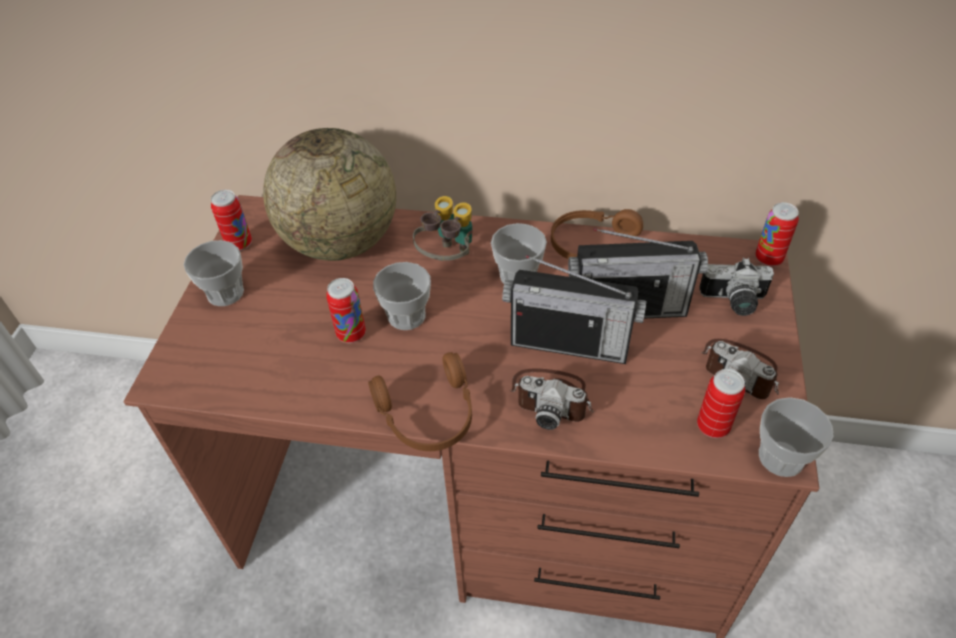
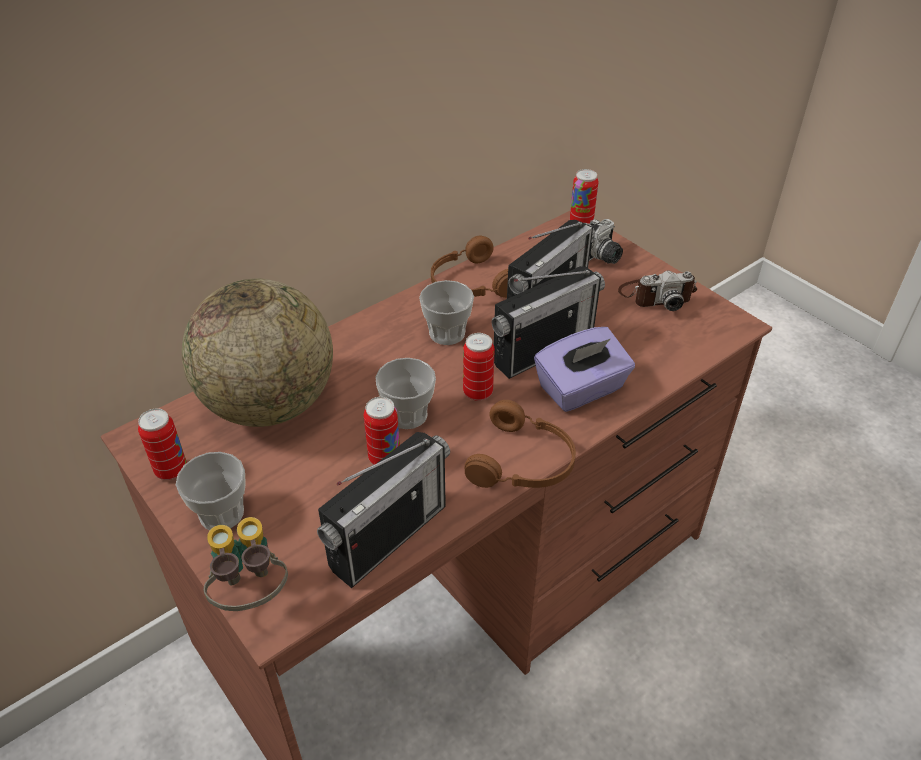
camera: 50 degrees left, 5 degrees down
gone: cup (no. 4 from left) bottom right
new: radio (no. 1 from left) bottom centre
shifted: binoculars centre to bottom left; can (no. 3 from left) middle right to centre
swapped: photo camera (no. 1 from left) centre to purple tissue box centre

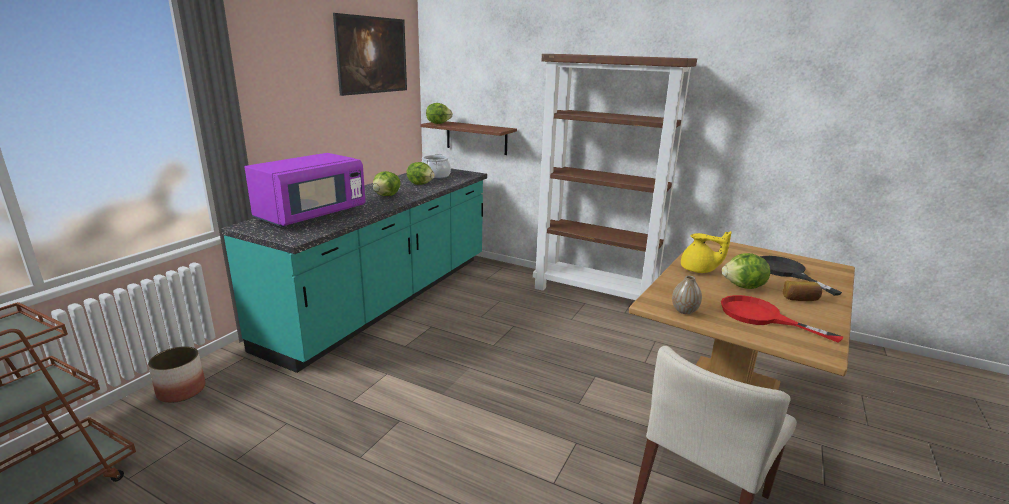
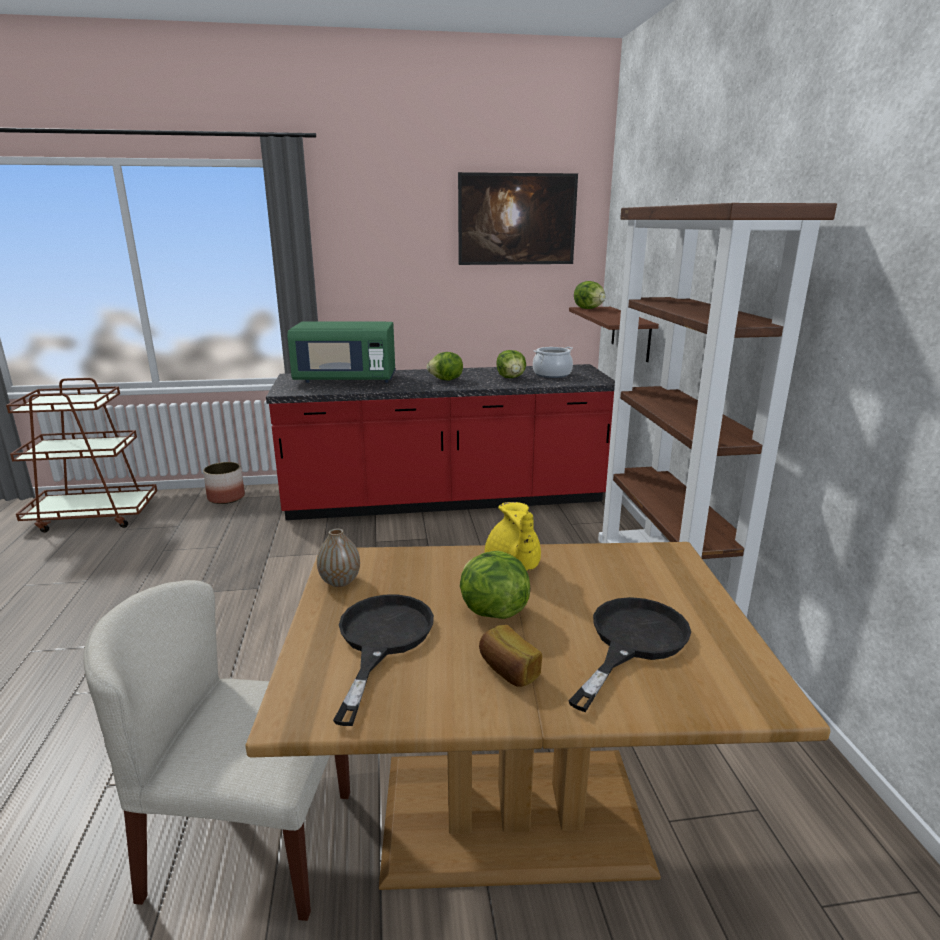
camera: 55 degrees right, 0 degrees up
repainted: turquoise counter centre to red counter centre; purple microwave middle left to green microwave centre; red frying pan middle right to black frying pan (no. 1 from left) bottom centre

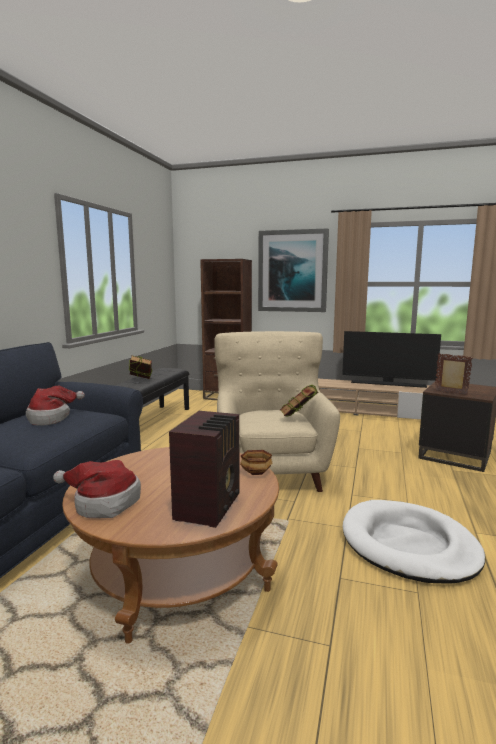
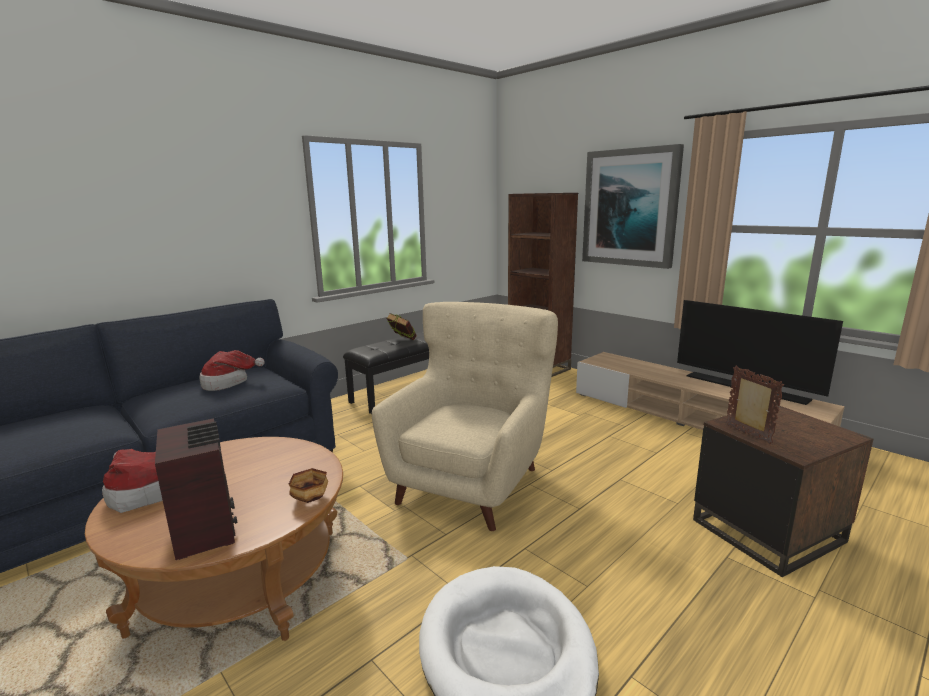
camera: 30 degrees right, 5 degrees up
gone: book (no. 2 from left) centre
rotated: radio centre = bottom left 75 degrees counterclockwise

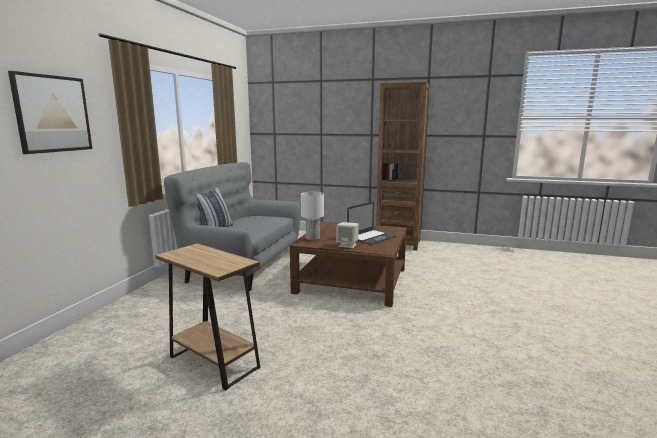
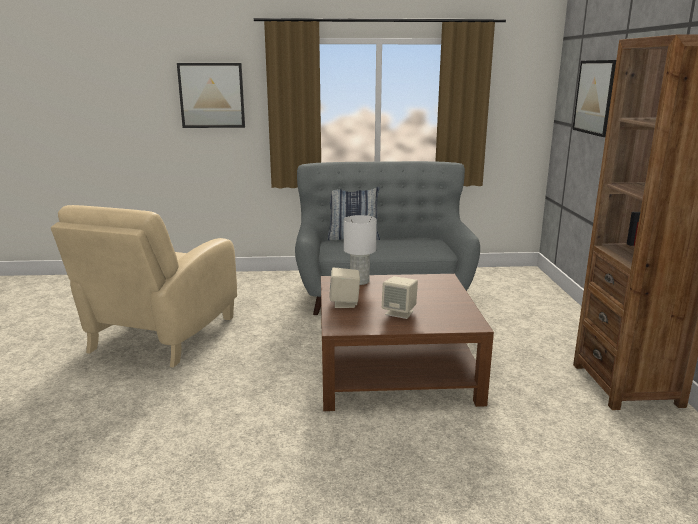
camera: 70 degrees right, 5 degrees up
new: picture (no. 2 from left) top right
swapped: brown side table bottom left to beige armchair middle left; laptop centre to beige speaker (no. 2 from left) centre

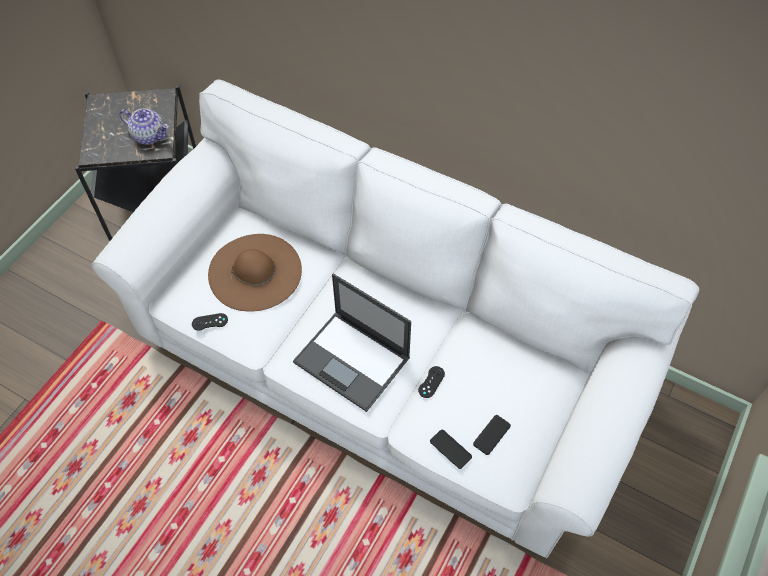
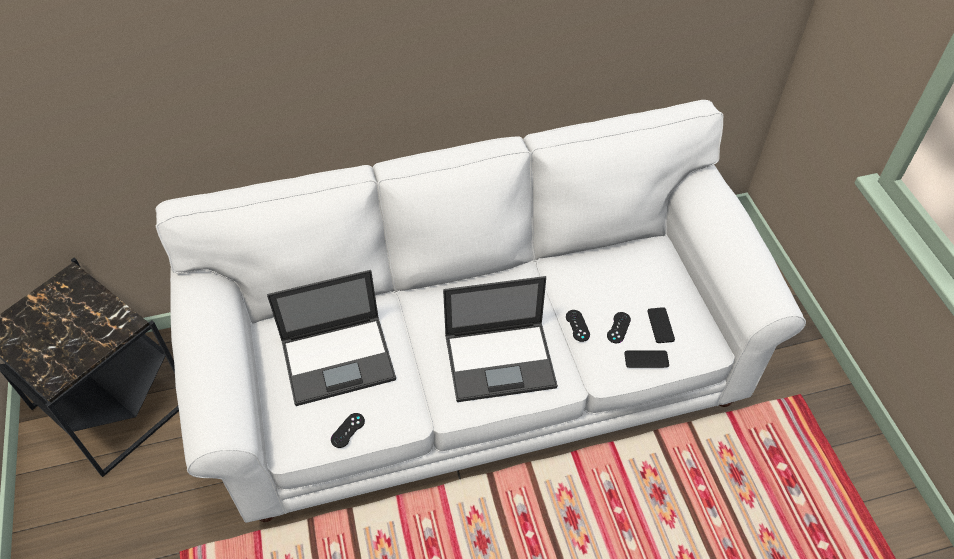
camera: 45 degrees left, 5 degrees down
gone: teapot top left
new: black game controller (no. 3 from left) centre
swapped: brown hat middle left to laptop (no. 1 from left) centre

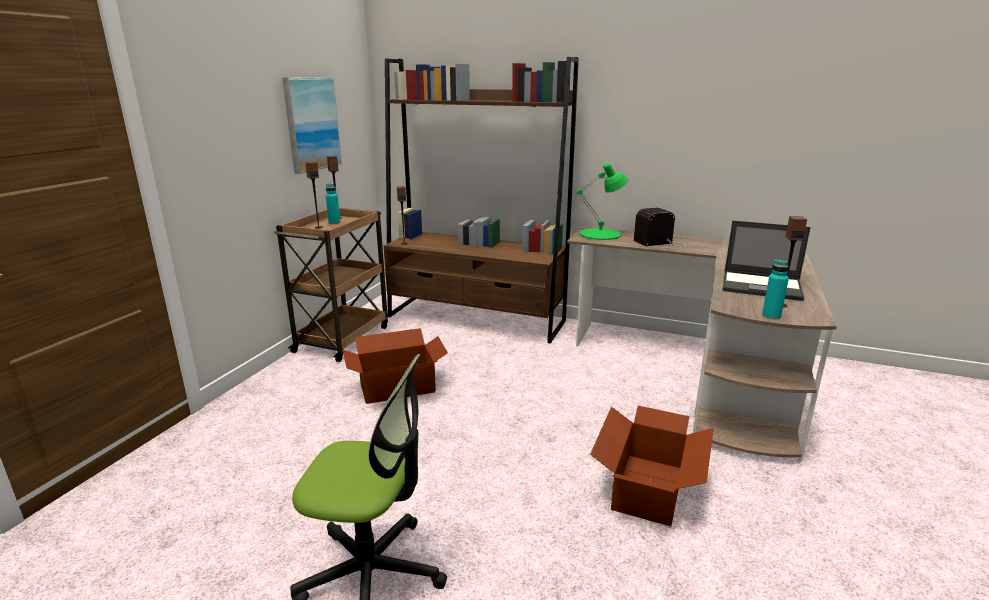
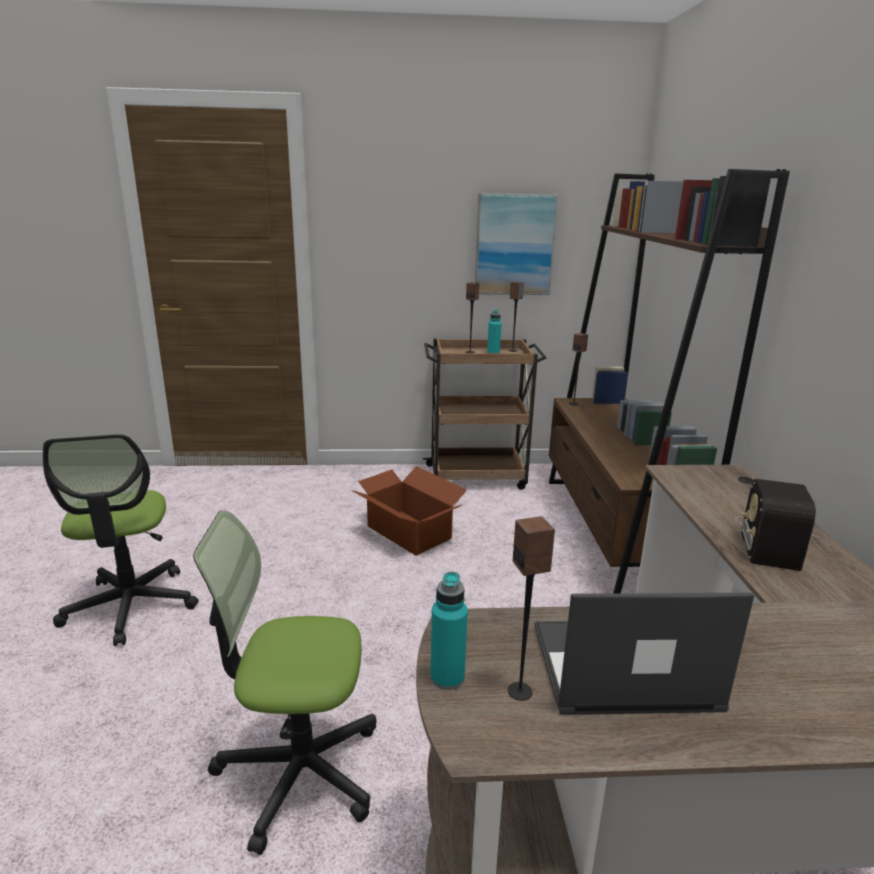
camera: 65 degrees right, 0 degrees up
gone: green table lamp centre
swapped: cardboard box (no. 2 from left) bottom centre to office chair (no. 2 from left) bottom left
rotated: laptop middle right = bottom right 90 degrees clockwise; radio middle right = middle right 120 degrees counterclockwise

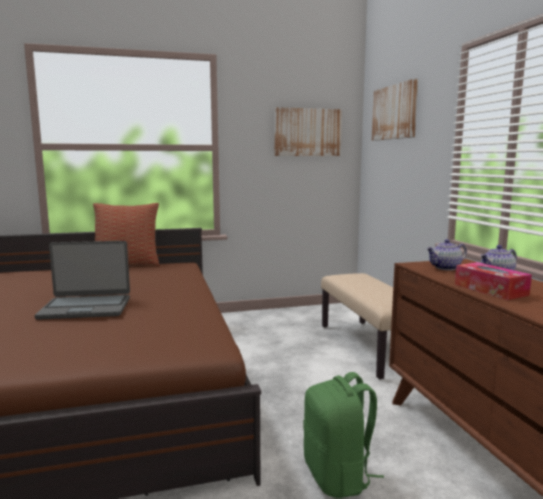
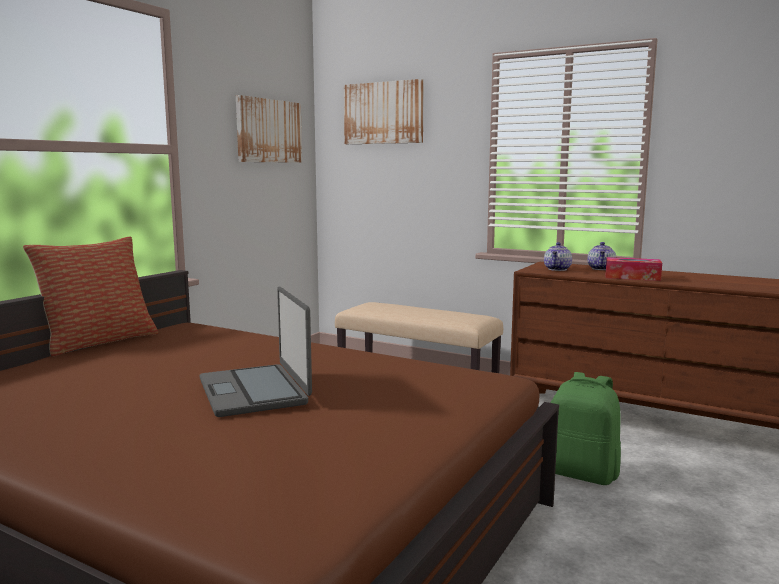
camera: 45 degrees left, 0 degrees up
rotated: laptop middle left = middle left 120 degrees clockwise

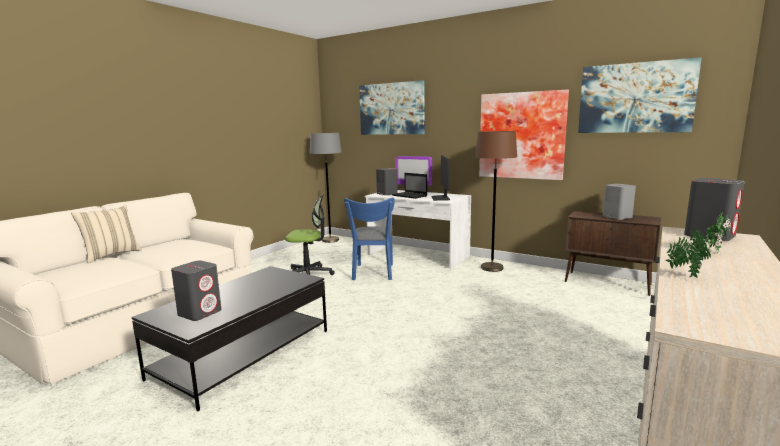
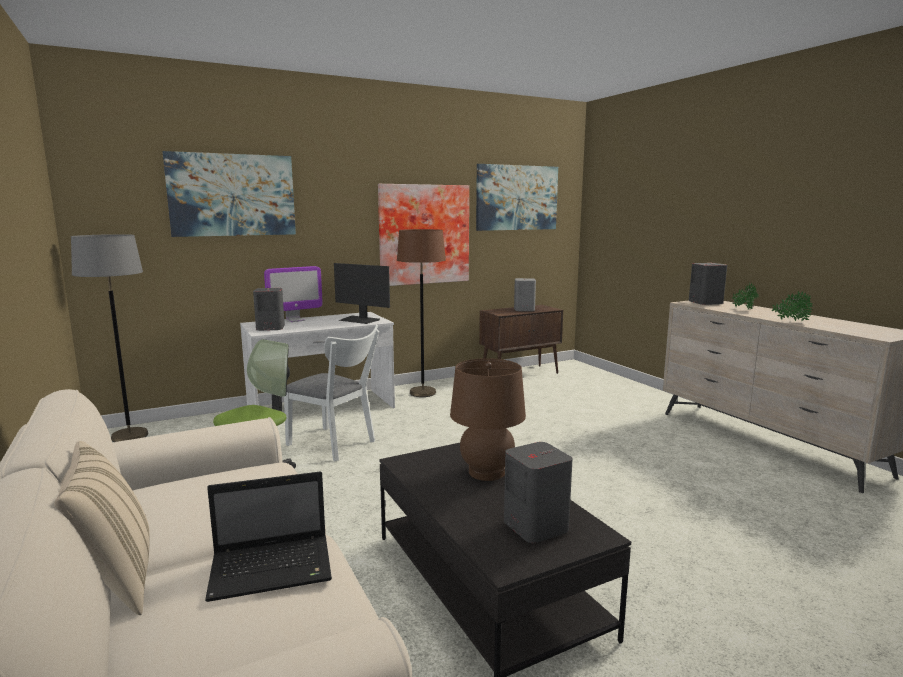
camera: 60 degrees left, 0 degrees up
new: brown table lamp centre
shifted: laptop centre to bottom left
repainted: blue chair centre to white chair centre

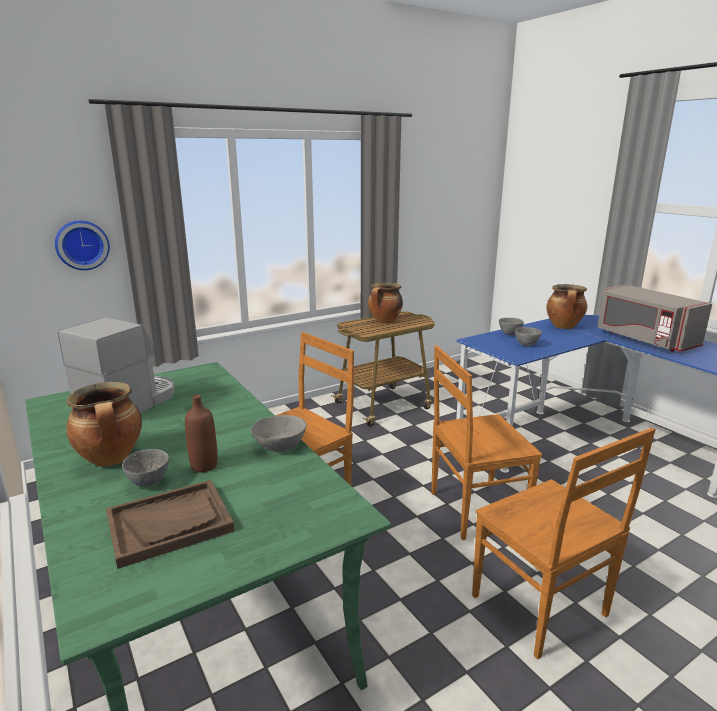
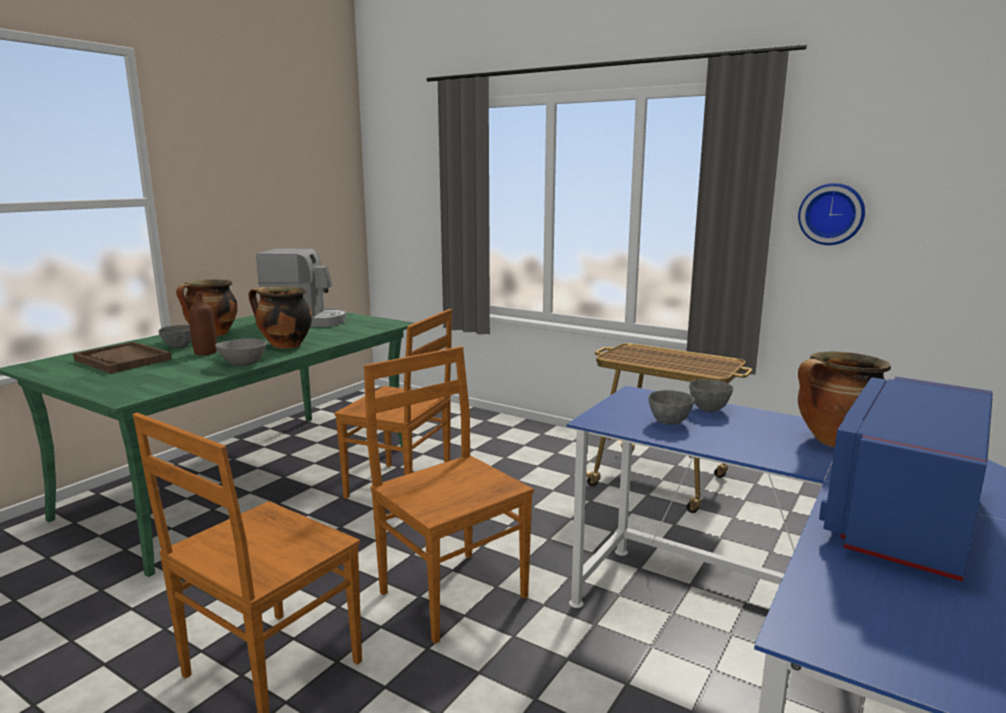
camera: 65 degrees right, 5 degrees down
shifted: cooking pot (no. 2 from left) centre to middle left; wall clock middle left to top right
repainted: grey microwave middle right to blue microwave bottom right

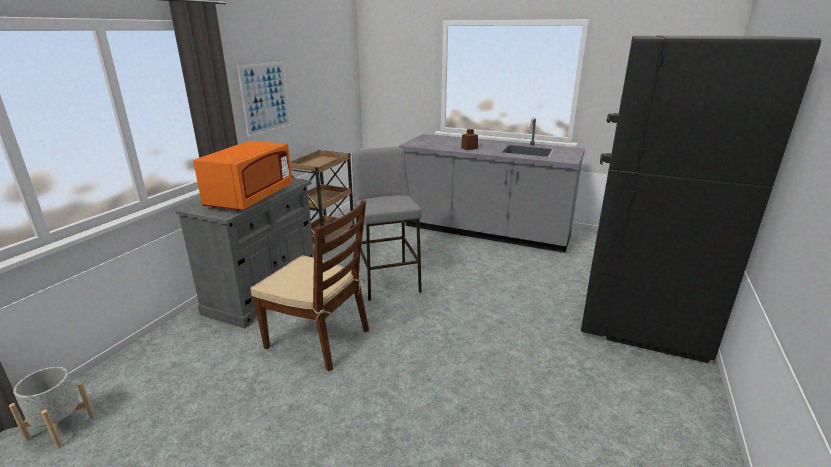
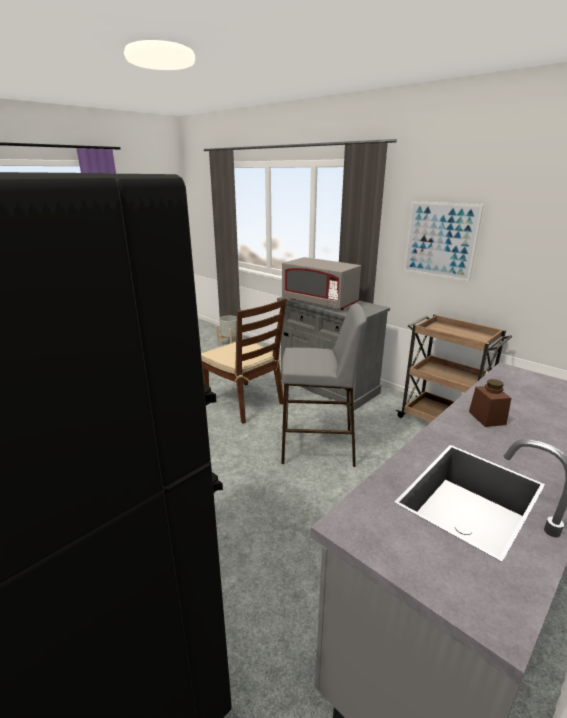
camera: 110 degrees right, 0 degrees up
repainted: orange microwave middle left to grey microwave centre
rotated: brown chair centre = centre 90 degrees counterclockwise

